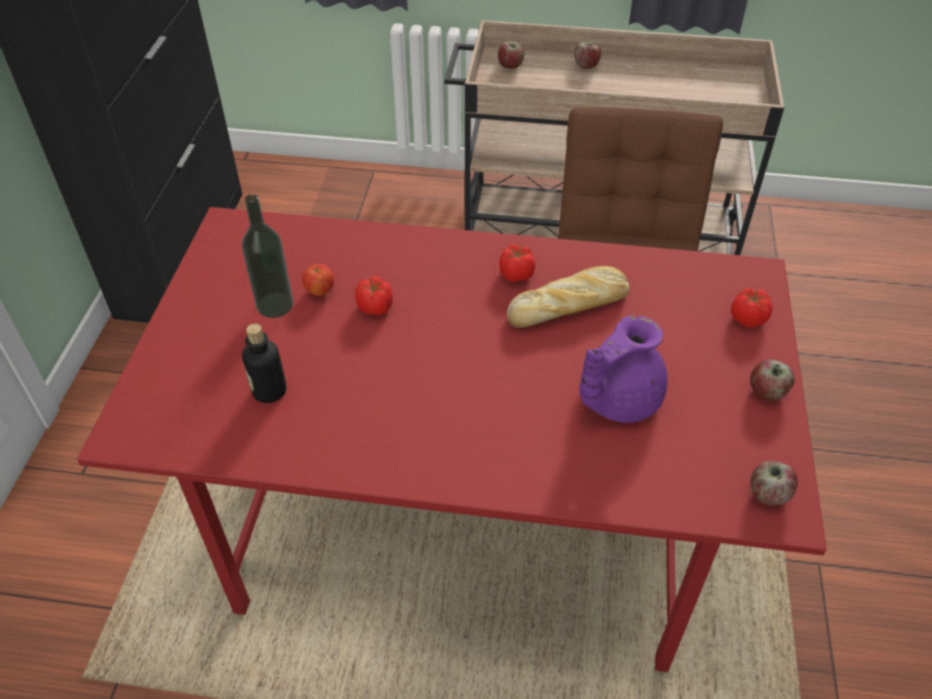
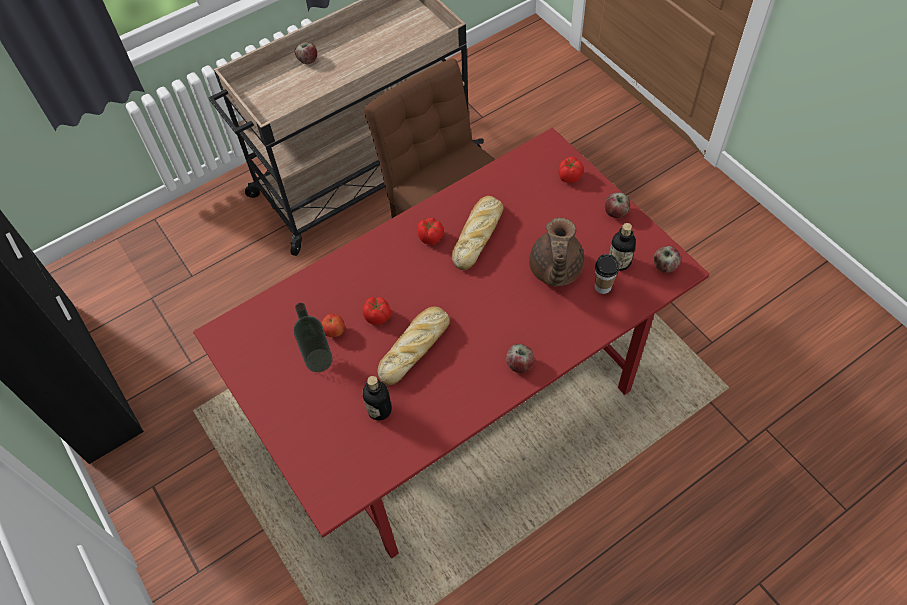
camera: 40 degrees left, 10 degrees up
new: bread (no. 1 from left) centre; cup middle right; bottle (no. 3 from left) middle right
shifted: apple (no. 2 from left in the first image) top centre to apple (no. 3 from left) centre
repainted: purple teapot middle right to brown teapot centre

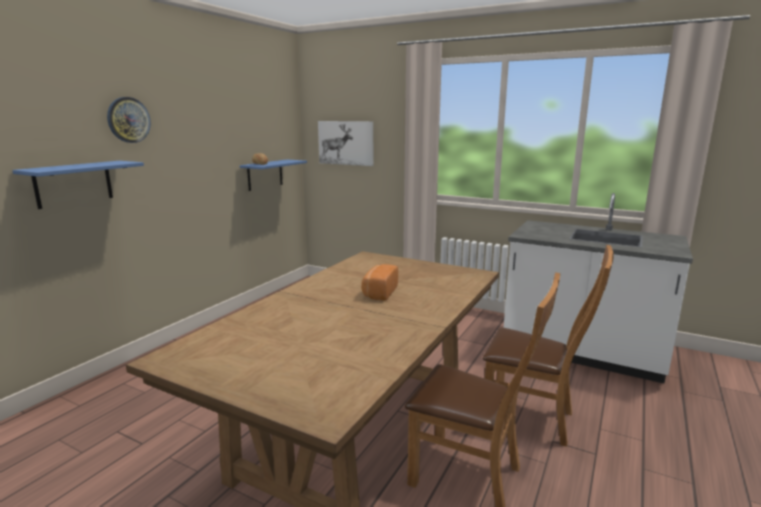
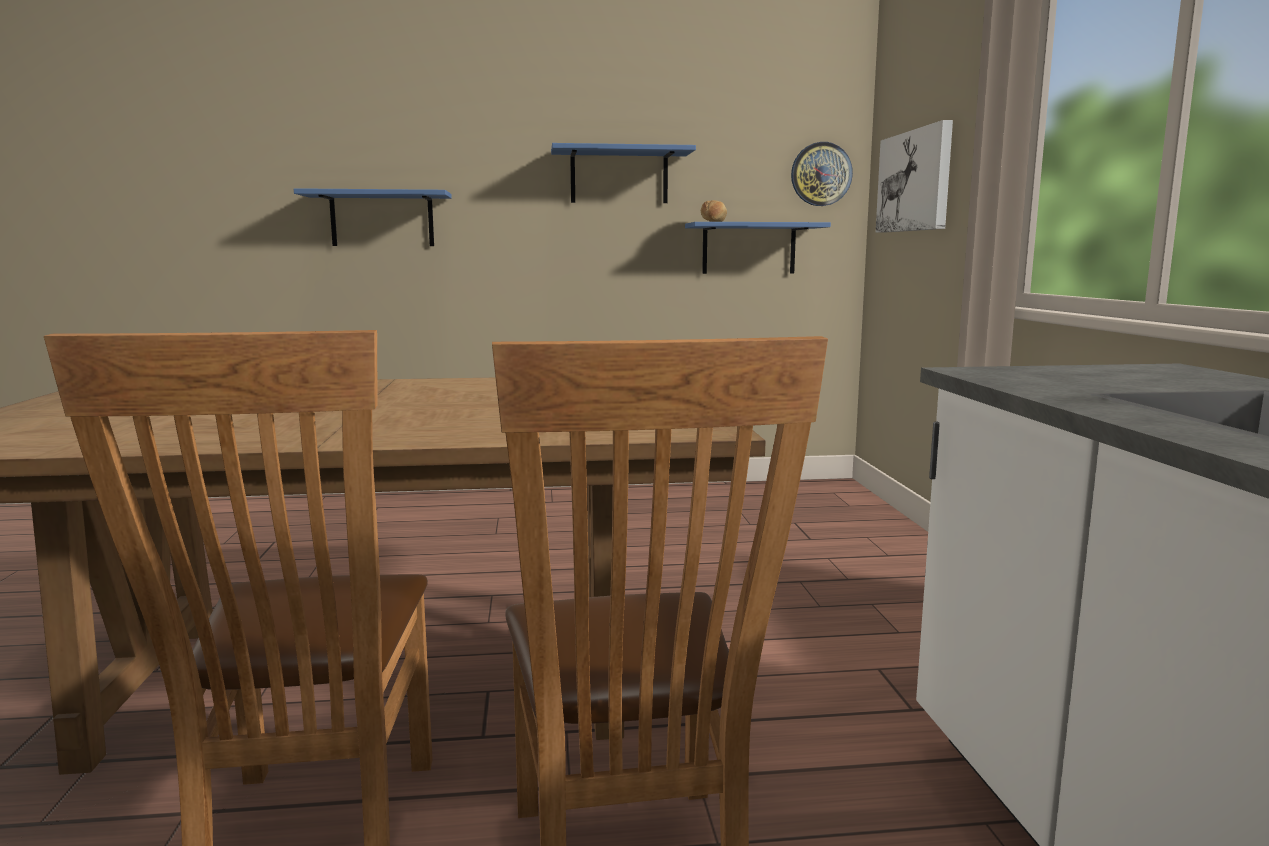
camera: 55 degrees right, 5 degrees down
gone: bread (no. 2 from left) centre
new: blue shelf (no. 2 from left) top centre
shifted: wall clock top left to top centre

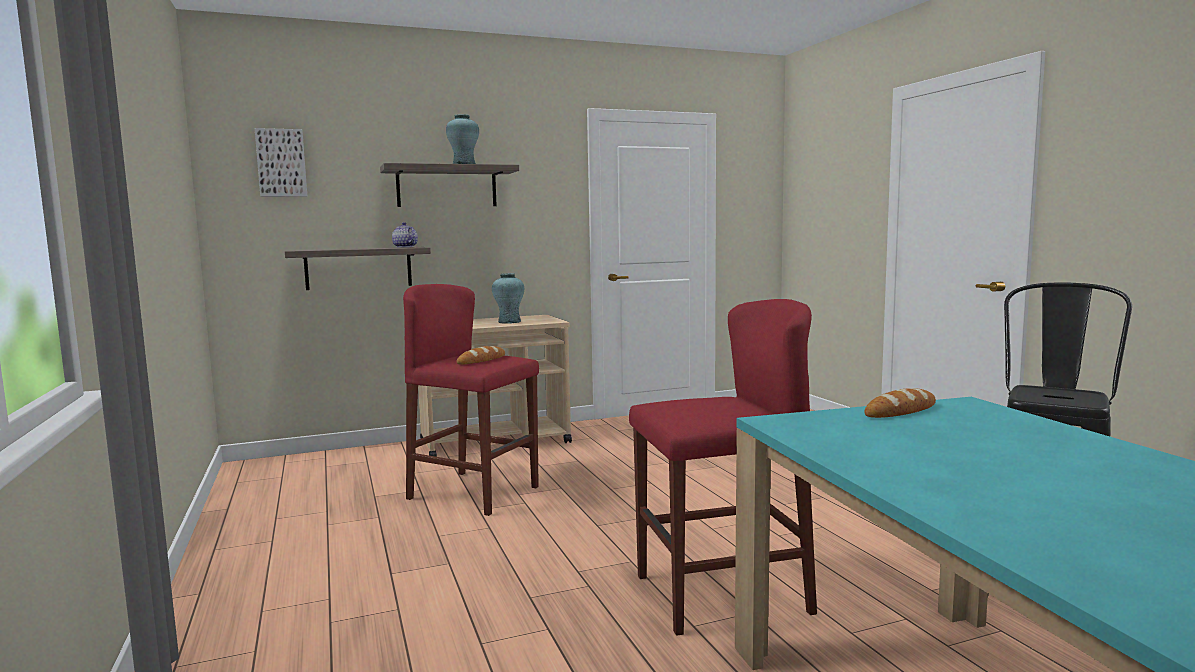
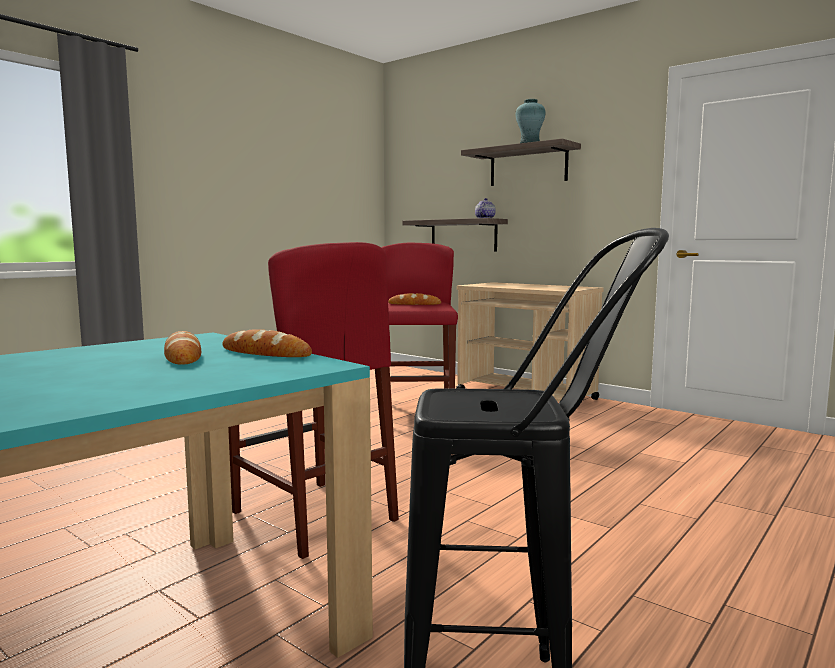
camera: 60 degrees right, 0 degrees up
gone: picture top left; turquoise vase (no. 2 from left) centre
new: bread (no. 1 from left) middle left

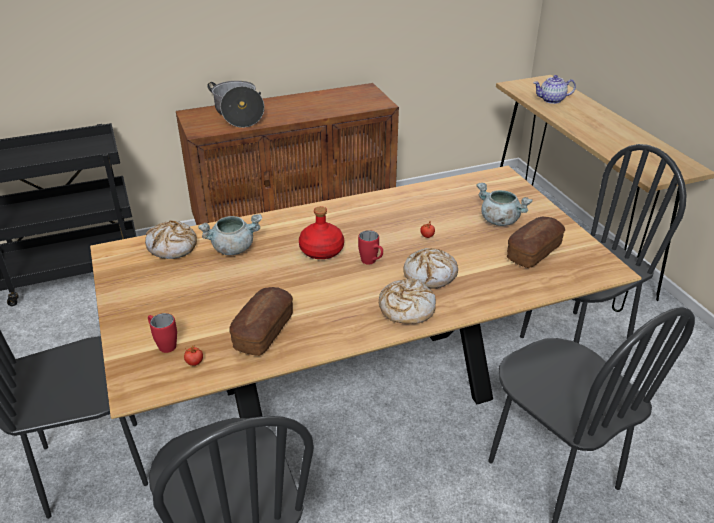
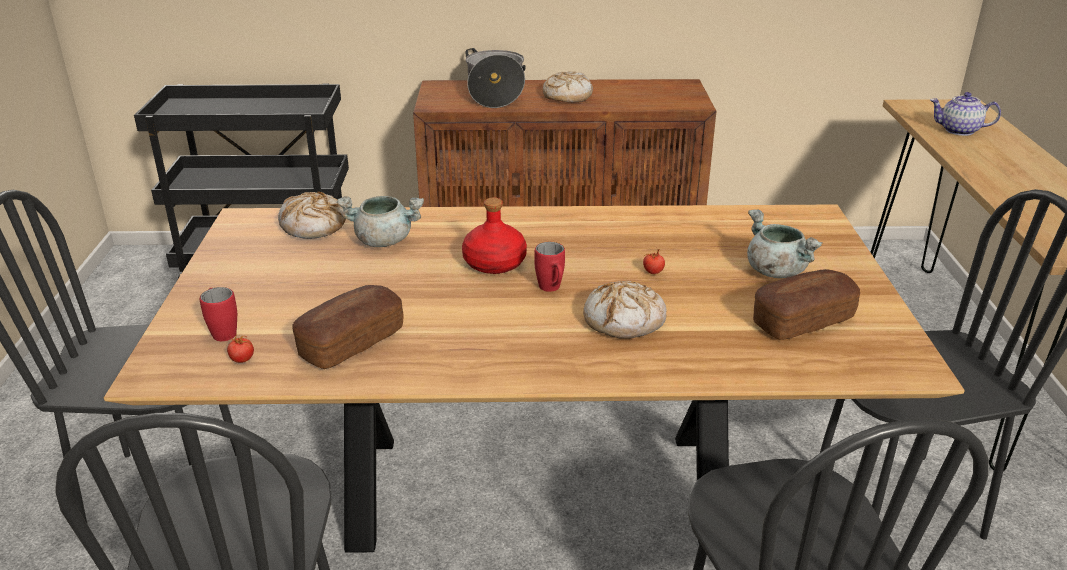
camera: 20 degrees right, 5 degrees down
shifted: bread (no. 3 from left) centre to top centre

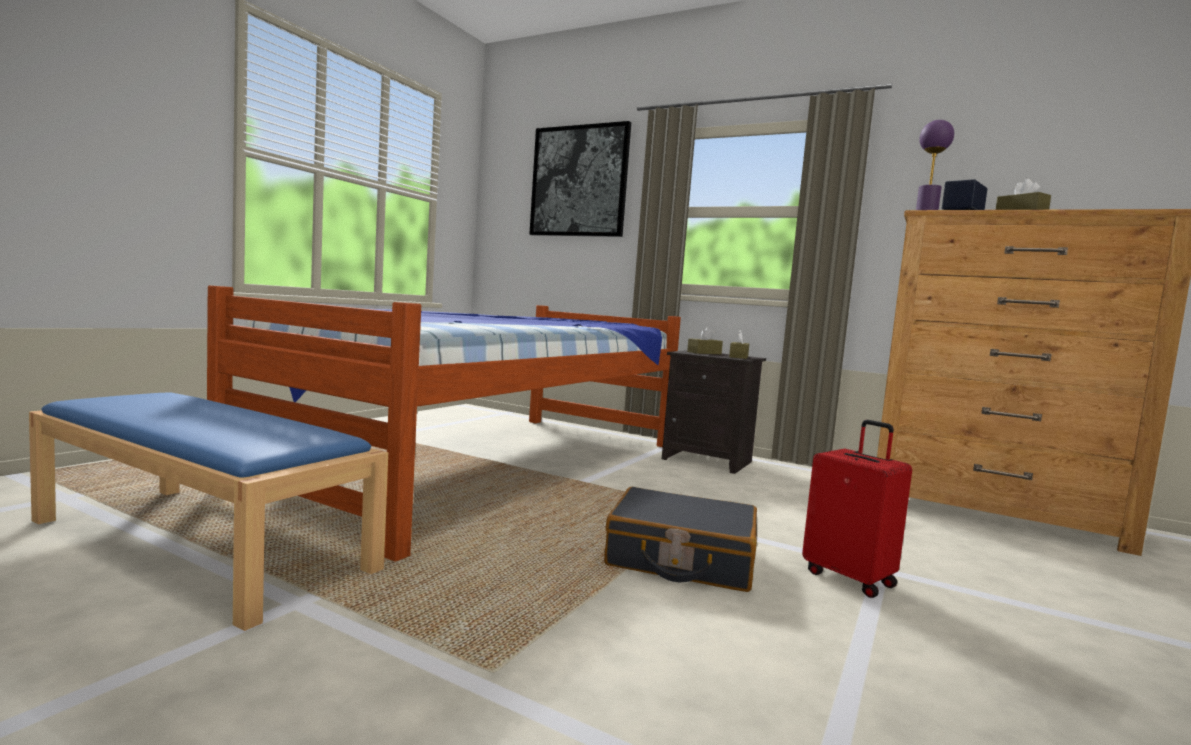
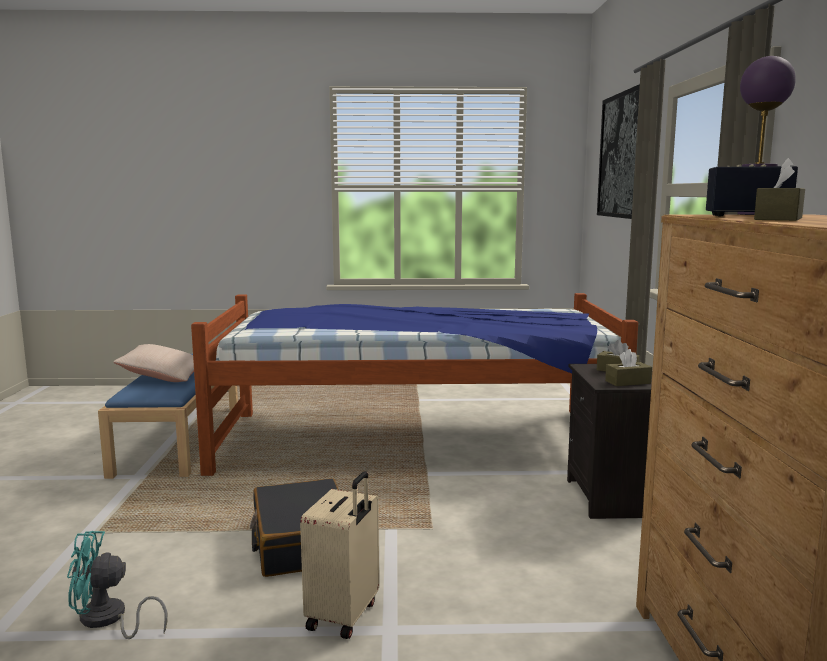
camera: 60 degrees right, 5 degrees up
new: turquoise fan bottom left; beige pillow middle left
repainted: red suitcase bottom right to beige suitcase bottom centre

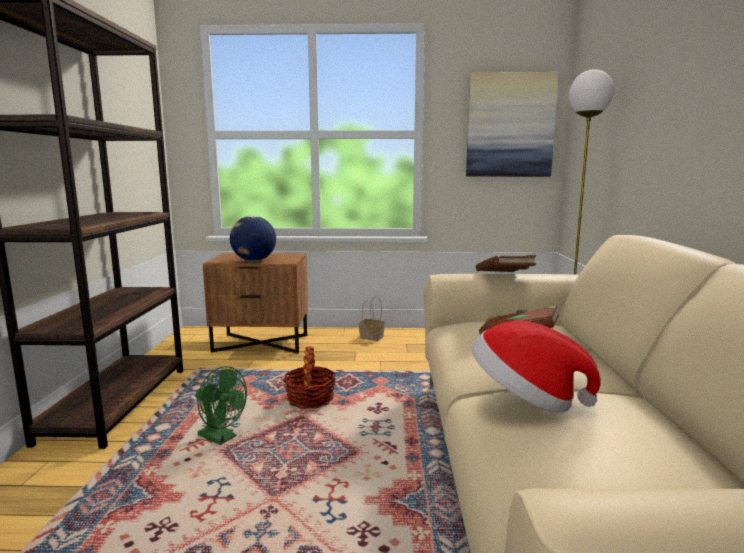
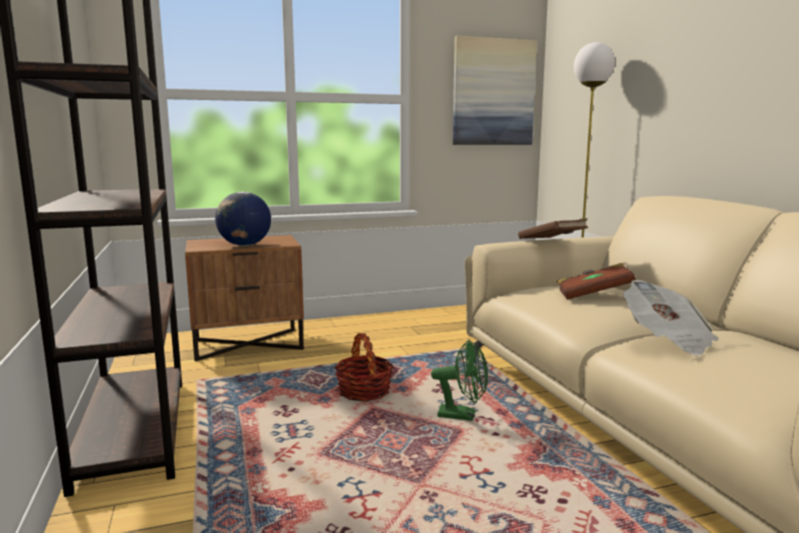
camera: 20 degrees left, 0 degrees up
gone: basket (no. 2 from left) centre
shifted: green fan bottom left to bottom centre
swapped: hat middle right to newspaper middle right

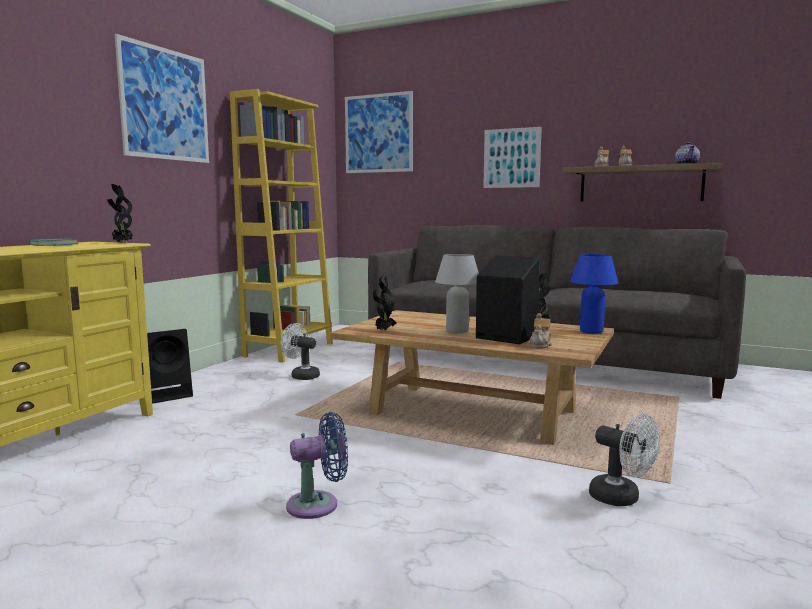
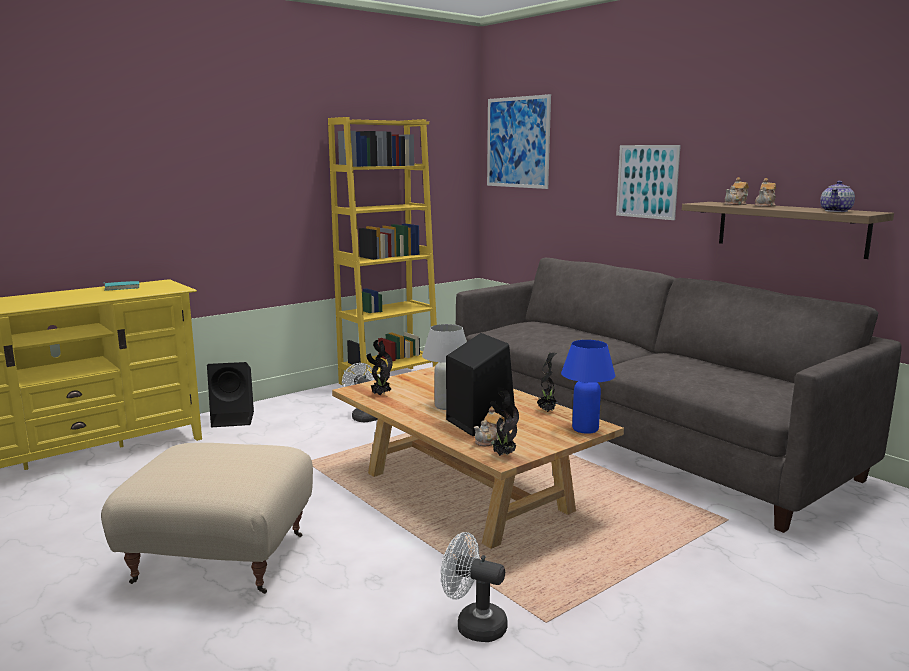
camera: 25 degrees right, 5 degrees up
gone: picture (no. 1 from left) top left
shifted: potted plant (no. 1 from left in the first image) middle left to potted plant (no. 2 from left) centre
swapped: blue fan bottom centre to beige ottoman bottom left
rotated: white fan (no. 2 from left) bottom right = bottom centre 135 degrees clockwise

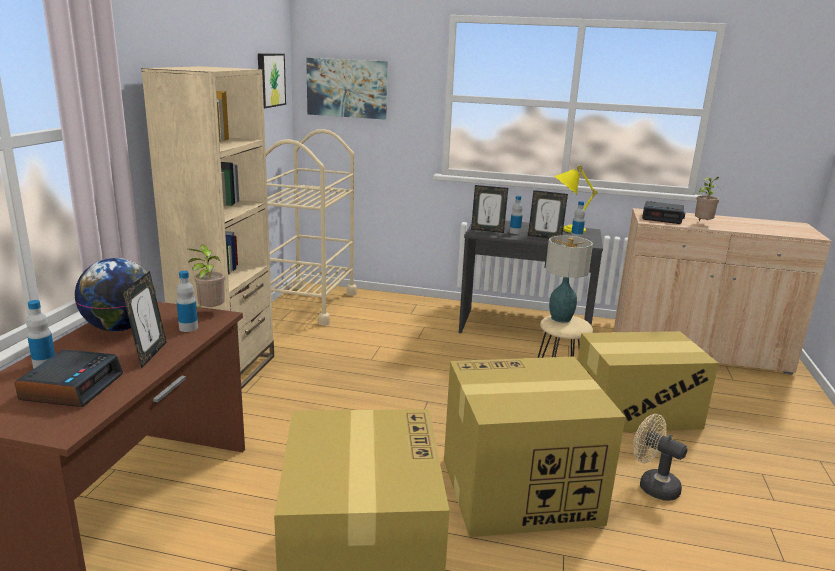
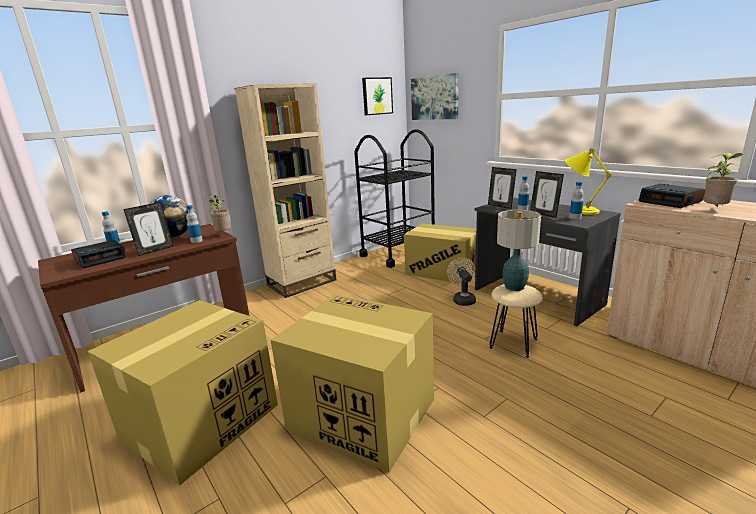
camera: 40 degrees right, 0 degrees up
shifted: cardboard box (no. 3 from left) bottom right to centre; beige fan bottom right to centre
repainted: beige cart centre to black cart centre

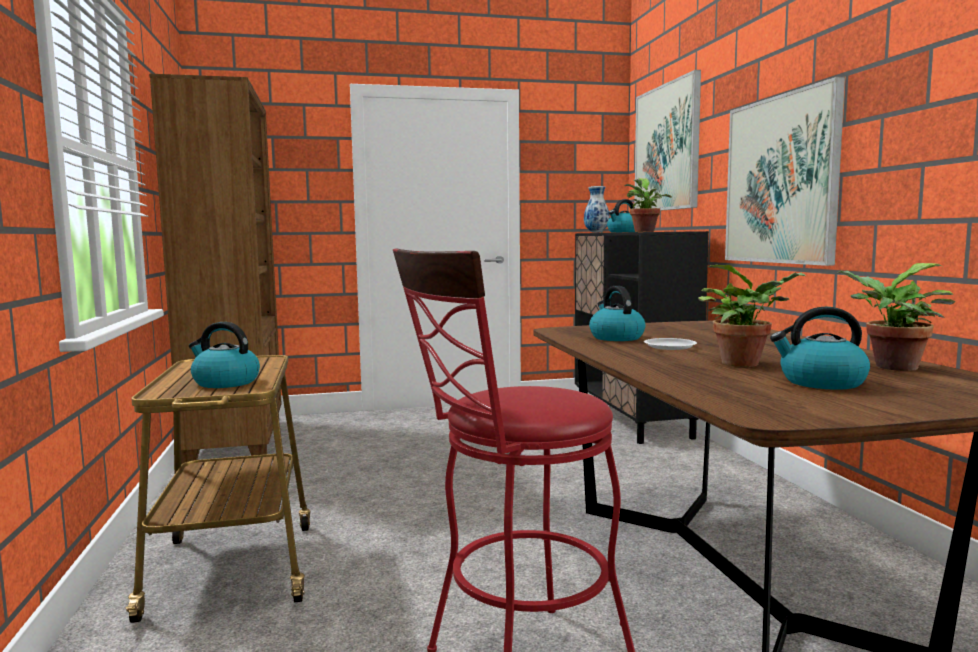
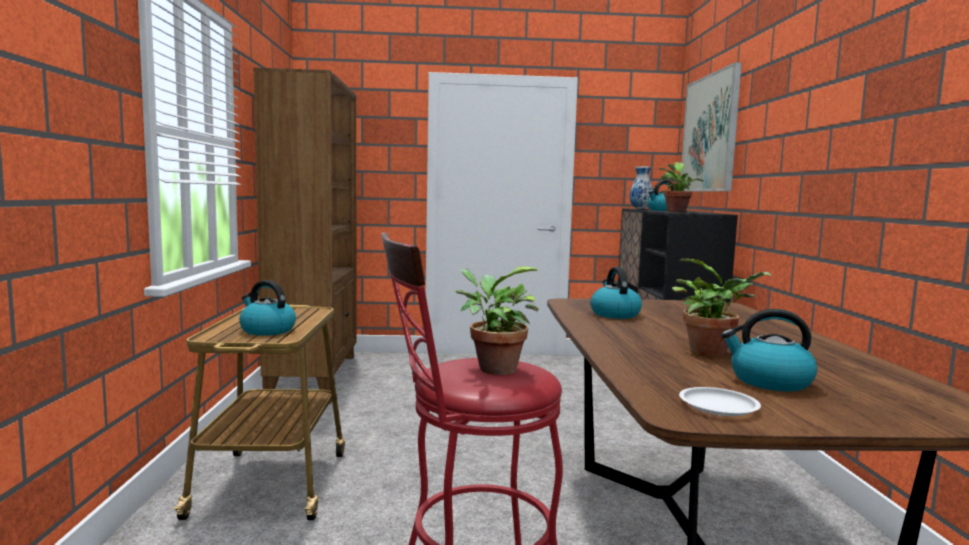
camera: 10 degrees right, 0 degrees up
gone: picture (no. 2 from left) top right
shifted: potted plant (no. 3 from left in the first image) middle right to potted plant (no. 1 from left) centre; white plate middle right to bottom right

